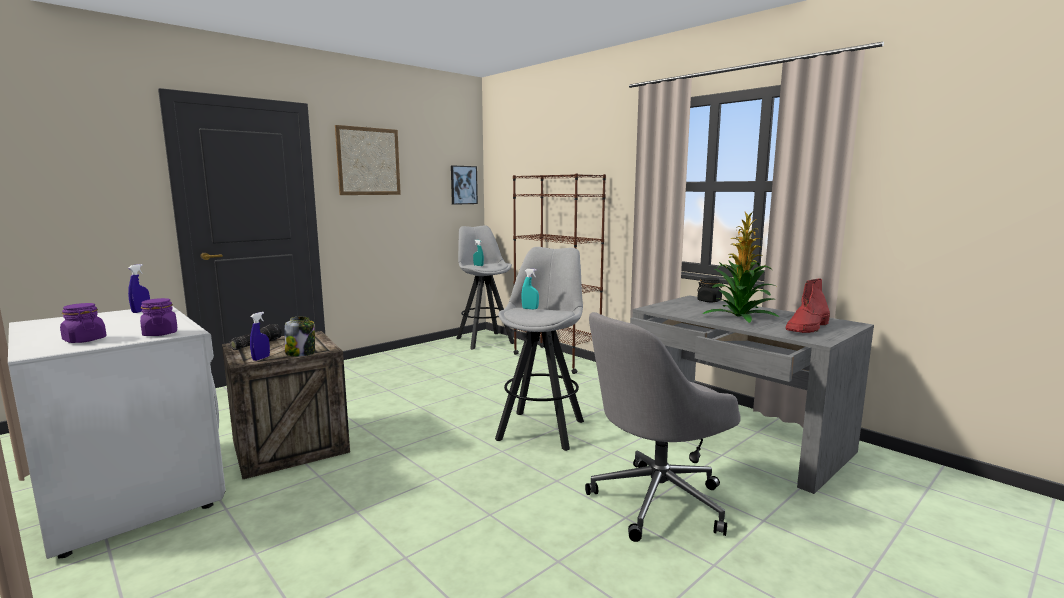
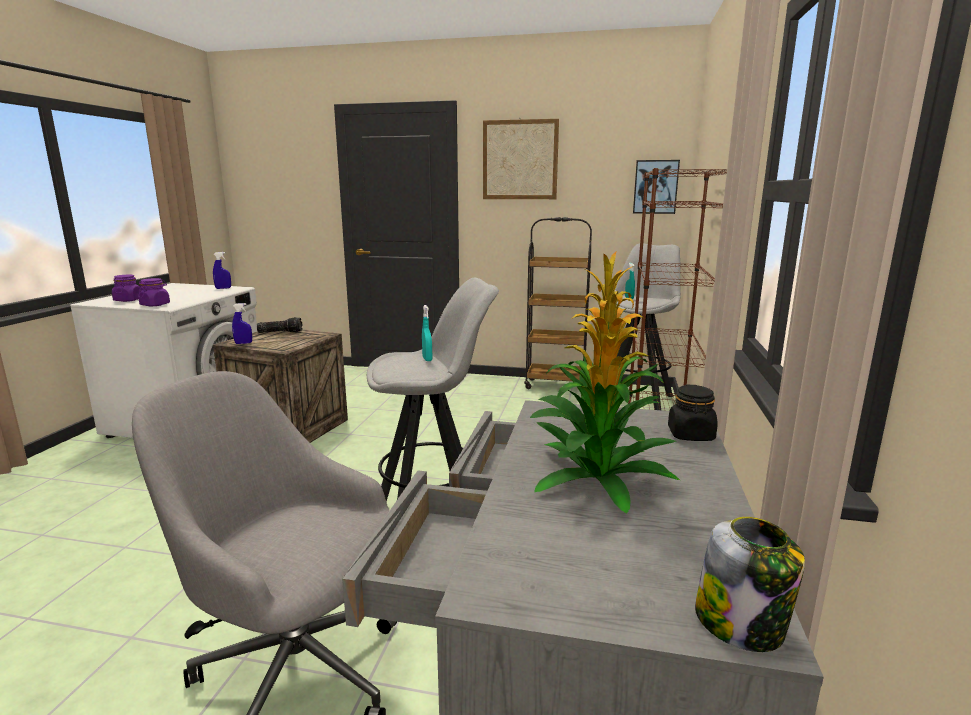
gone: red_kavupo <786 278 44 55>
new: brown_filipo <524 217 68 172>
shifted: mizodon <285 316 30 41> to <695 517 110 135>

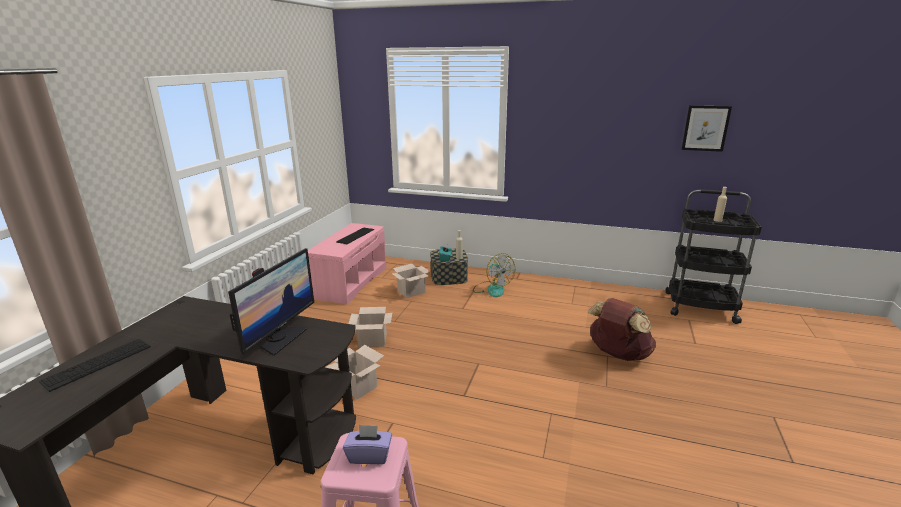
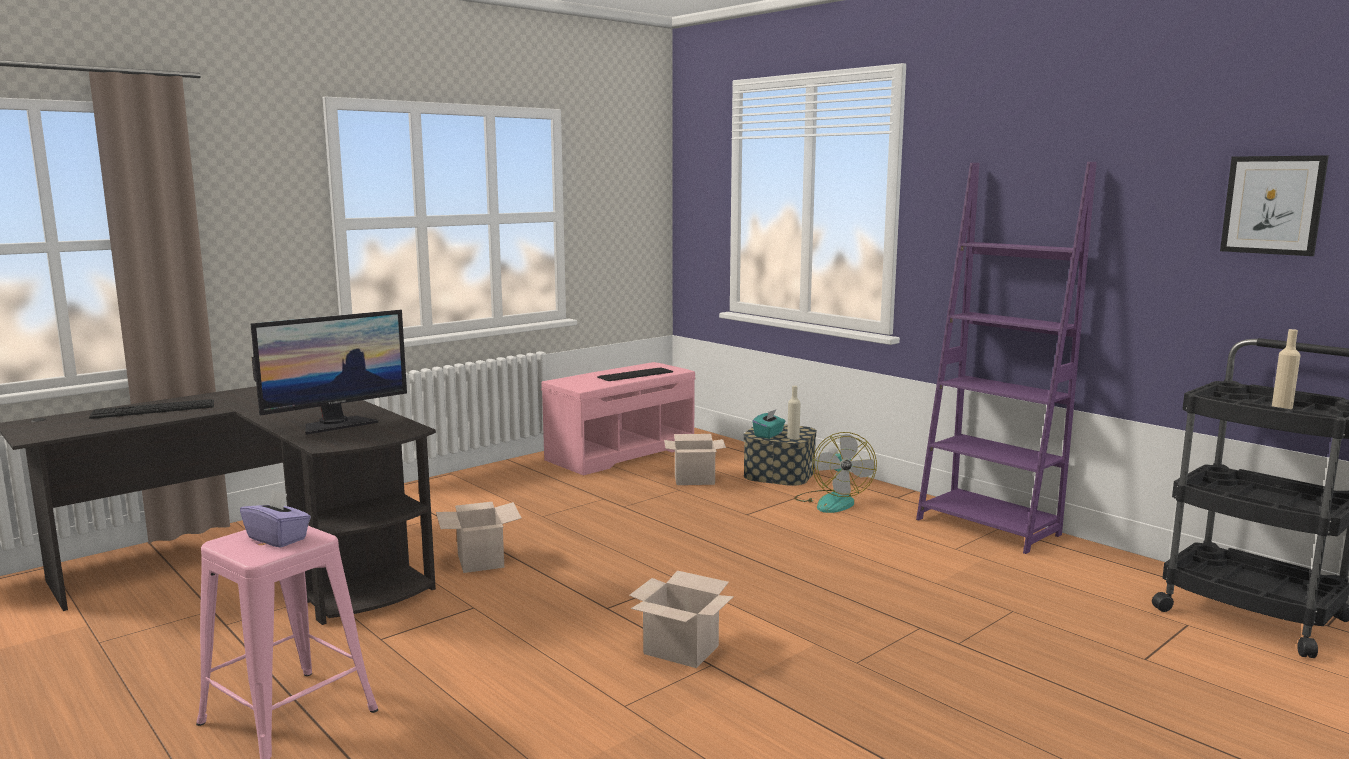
gone: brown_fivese <588 298 68 63>
new: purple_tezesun <916 162 181 392>
shifted: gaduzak <348 307 44 40> to <629 571 105 97>

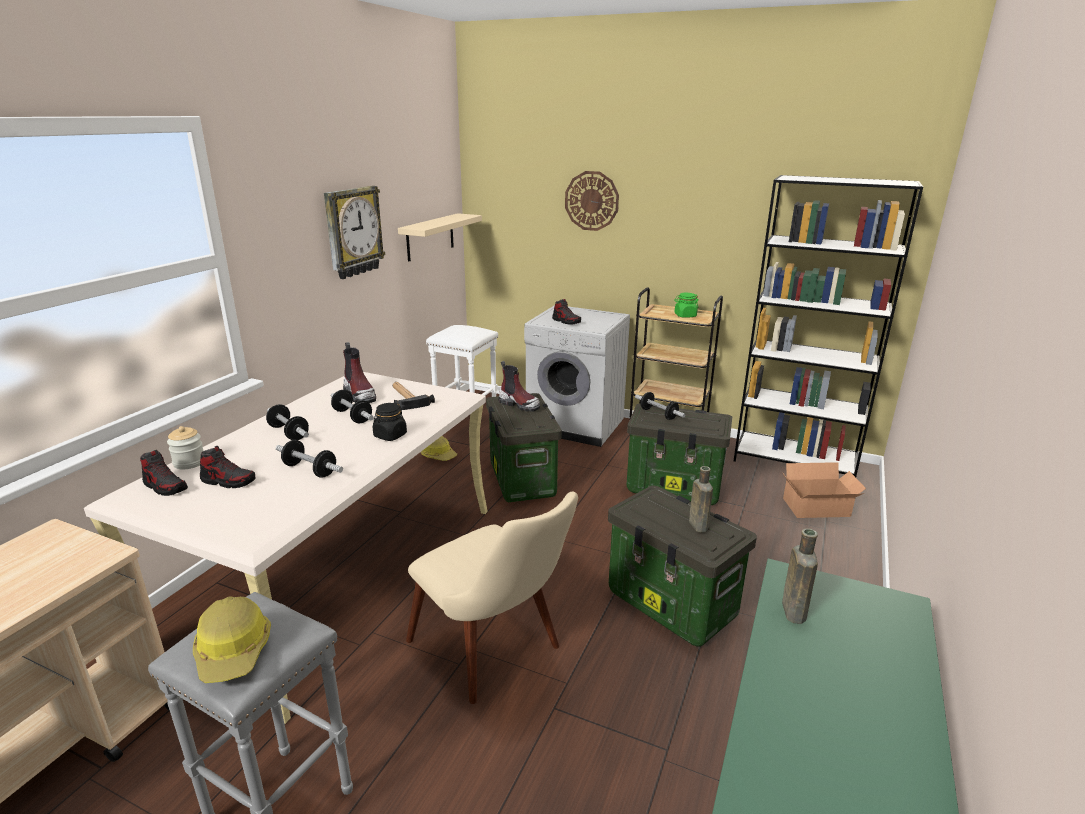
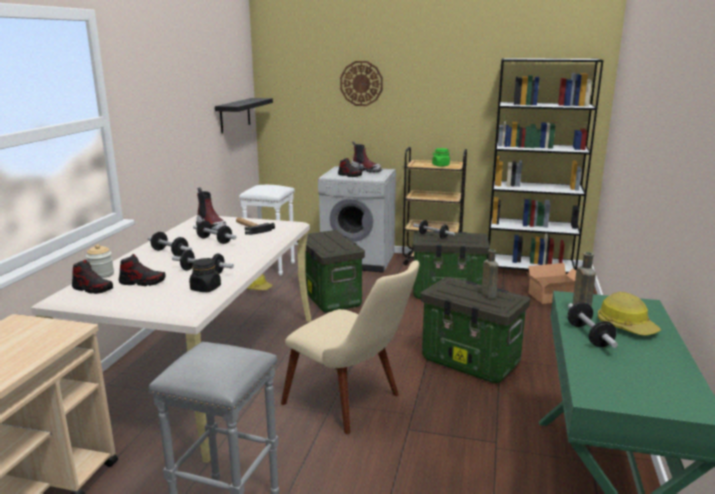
gone: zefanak <324 186 61 93>
new: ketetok <568 302 50 46>
shifted: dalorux <193 597 78 86> to <598 292 63 44>; black_mizodon <373 402 34 39> to <189 258 32 34>; kavupo <498 361 42 51> to <351 141 31 32>
repainted: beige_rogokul <398 213 84 49> to black_rogokul <215 98 58 36>

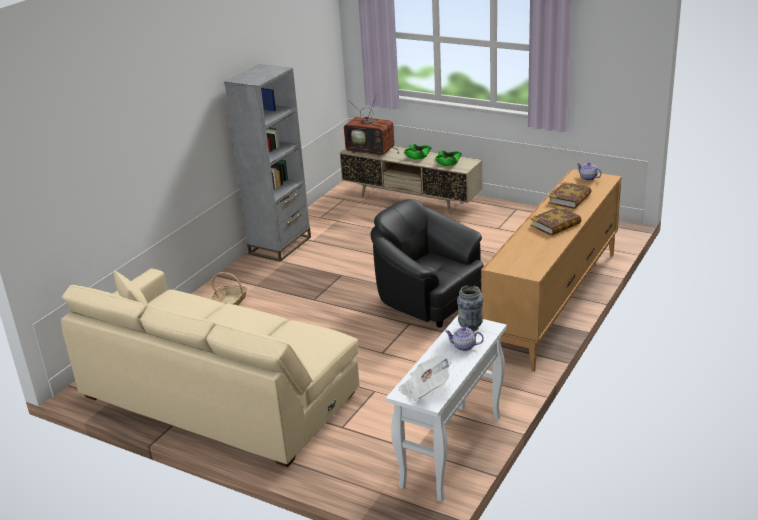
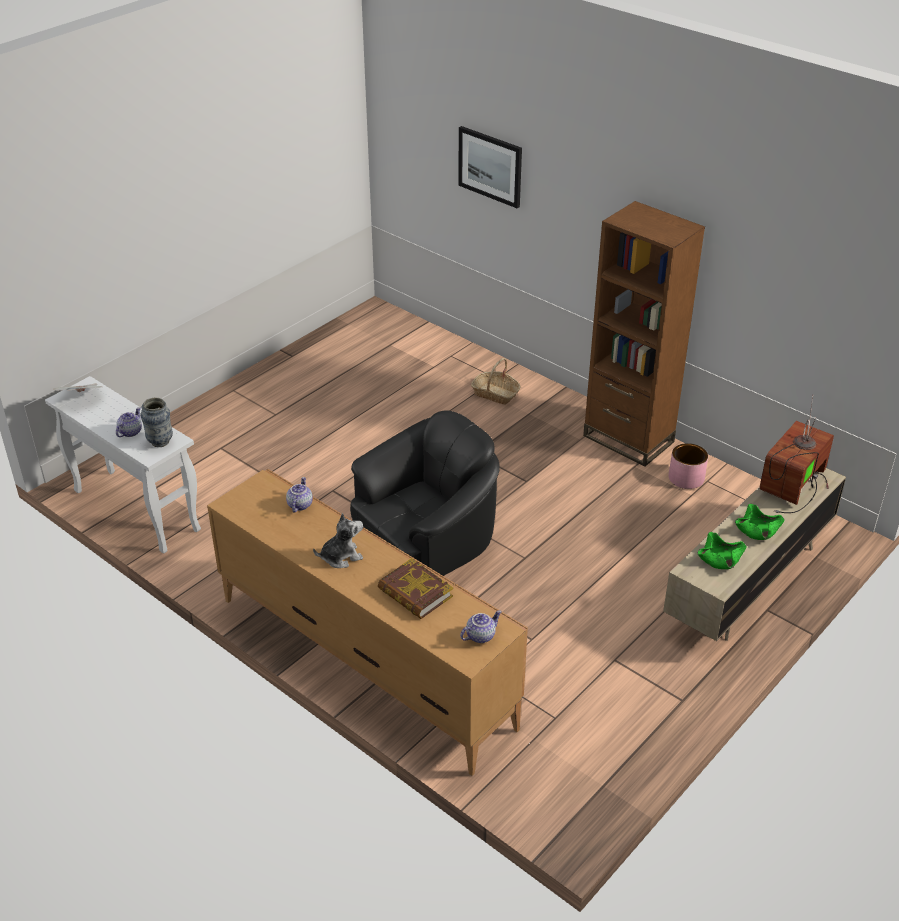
gone: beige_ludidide <61 269 299 198>
new: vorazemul <286 477 27 36>; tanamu <458 126 64 82>; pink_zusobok <669 443 39 46>
swapped: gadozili <530 206 52 30> to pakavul <313 513 50 55>
repainted: grey_tezesun <224 64 87 198> to brown_tezesun <583 201 122 265>

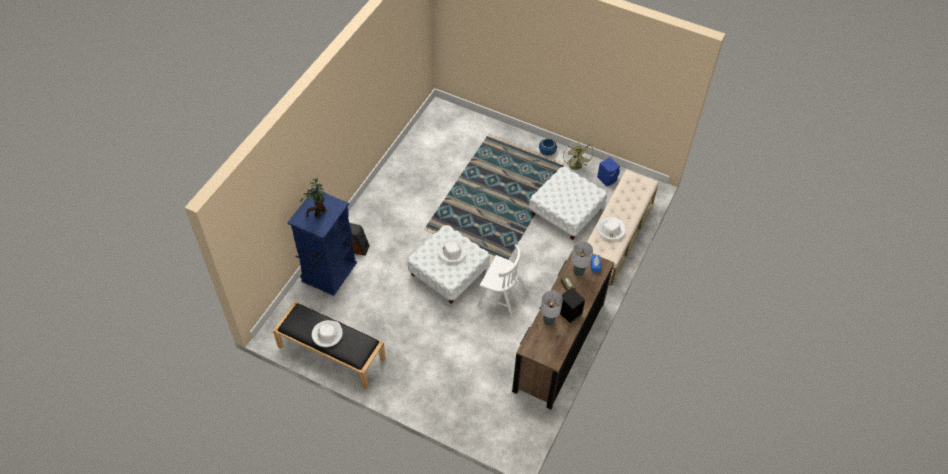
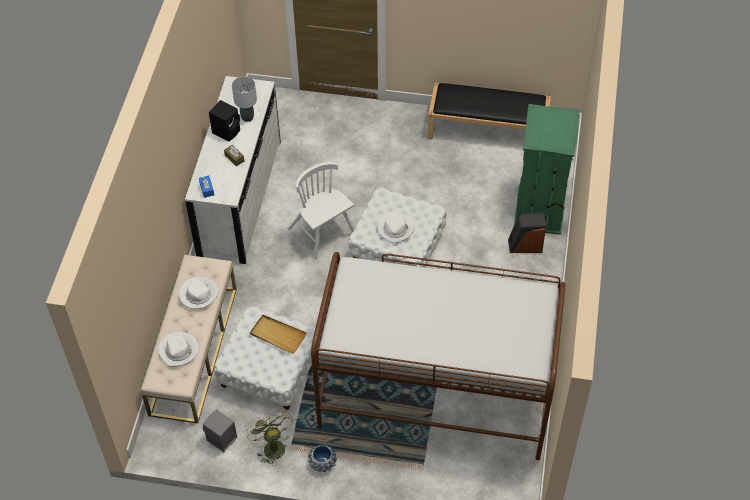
gone: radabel <300 178 27 40>; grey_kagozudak <571 241 22 35>
new: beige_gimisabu <250 315 57 39>; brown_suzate <311 252 254 208>
shifted: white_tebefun <312 320 31 27> to <159 332 40 35>
repainted: blue_tezesun <287 188 70 108> to green_tezesun <514 104 66 131>; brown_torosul <512 250 102 159> to white_torosul <185 76 96 188>; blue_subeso <597 157 23 29> to grey_subeso <203 409 34 43>
rotated: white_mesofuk <477 244 52 77> = <288 162 66 98> 45 degrees clockwise

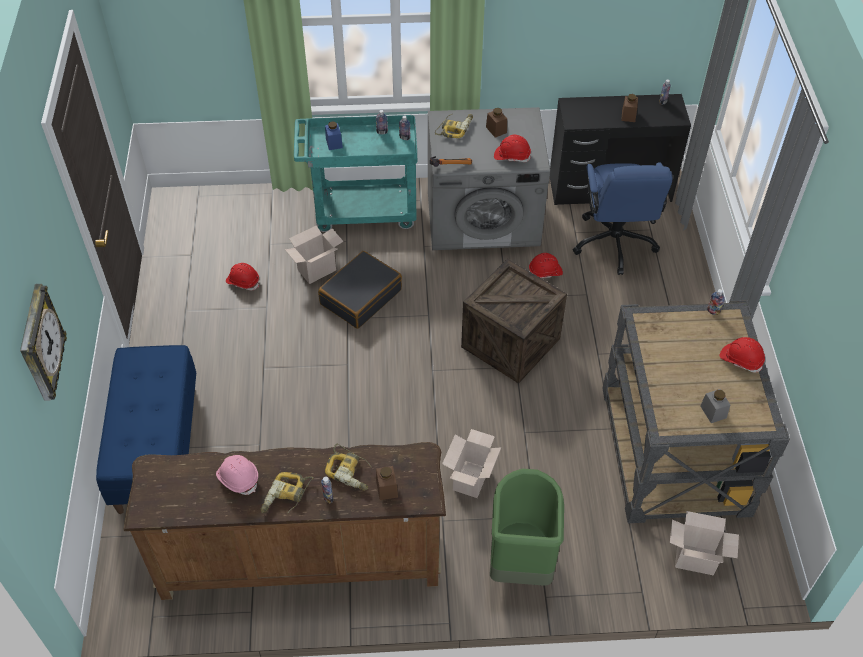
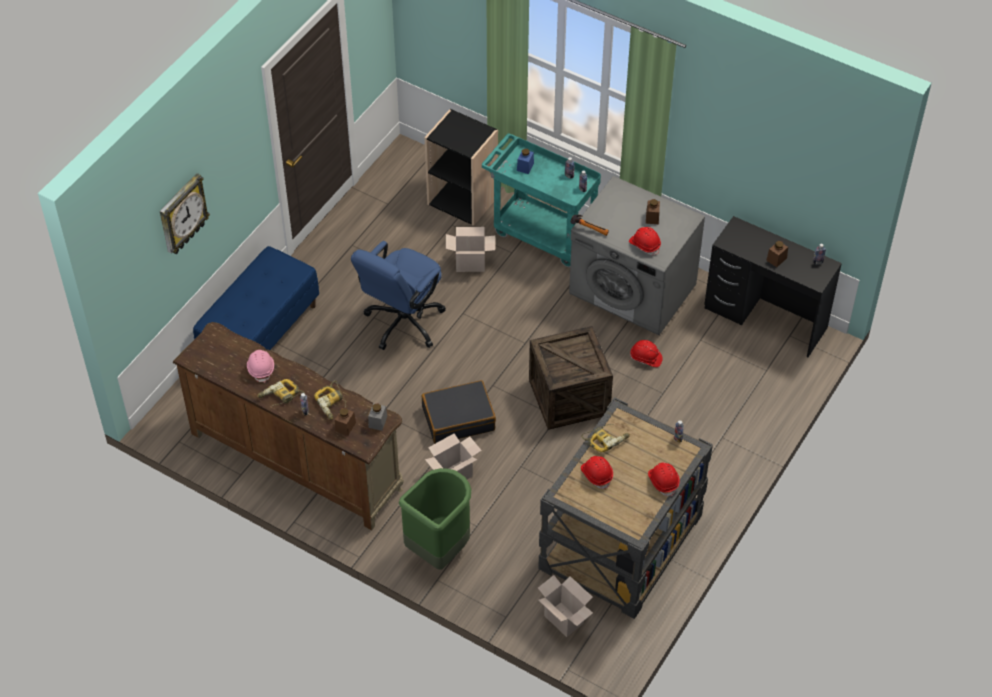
new: black_tezesun <425 109 73 117>
shifted: red_dalorux <226 263 33 27> to <581 456 32 33>; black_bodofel <318 251 84 78> to <422 380 74 64>; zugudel <435 114 38 24> to <581 424 49 28>; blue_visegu <573 162 99 113> to <351 241 95 109>; grey_mizodon <700 389 30 34> to <368 403 19 28>

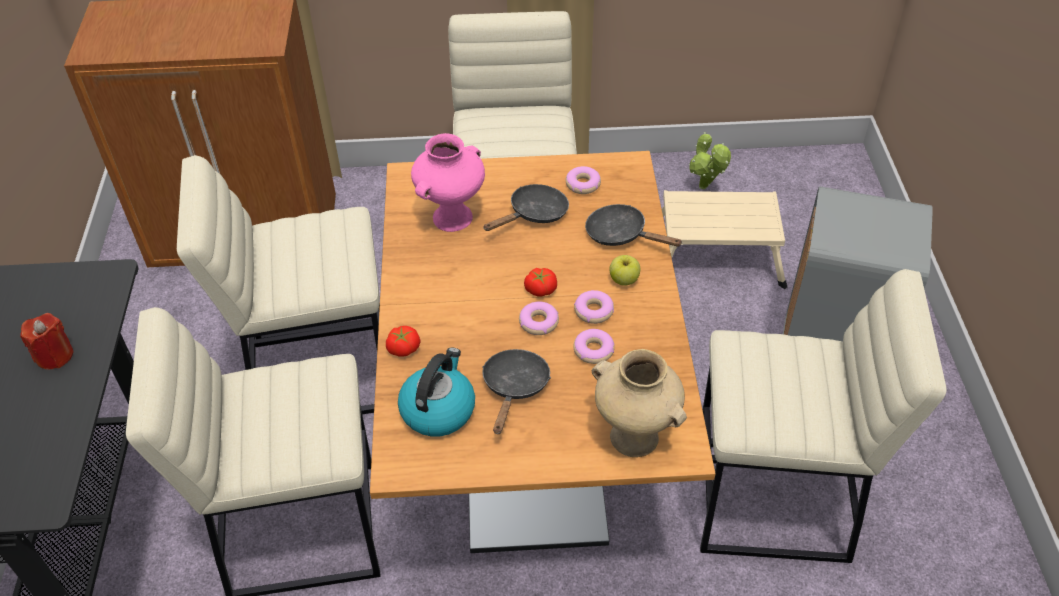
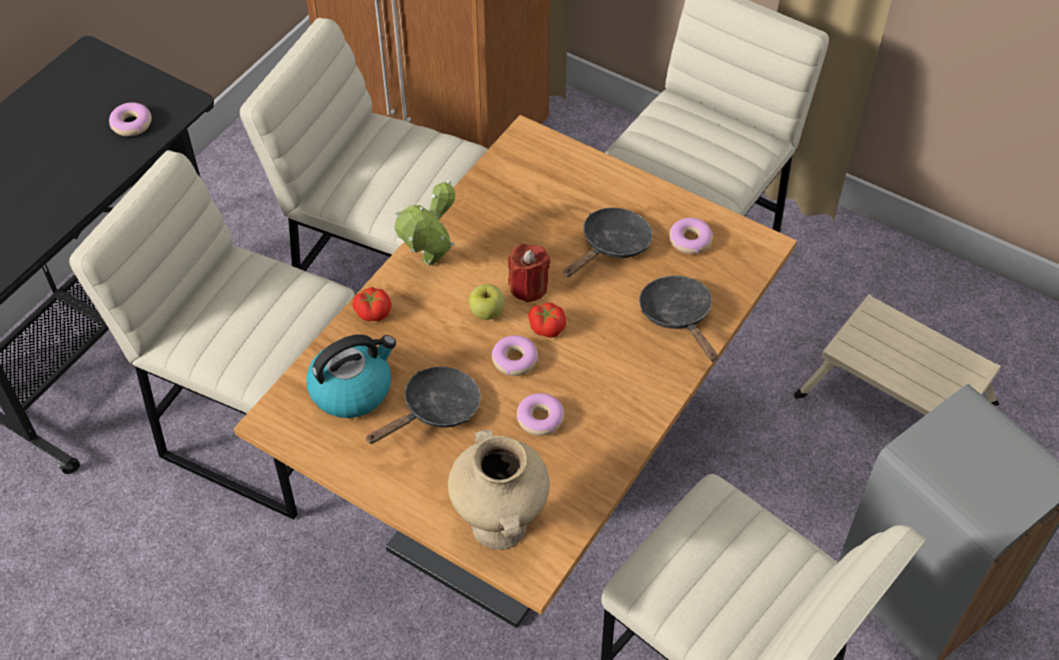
gone: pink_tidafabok <411 133 74 99>
shifted: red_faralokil <20 313 53 56> to <508 244 42 58>; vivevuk <574 290 40 34> to <109 102 43 34>; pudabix <609 255 32 31> to <469 284 36 36>; radabel <689 132 42 57> to <395 180 60 86>
rotated: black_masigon <483 184 86 47> = <563 208 90 69> 45 degrees counterclockwise

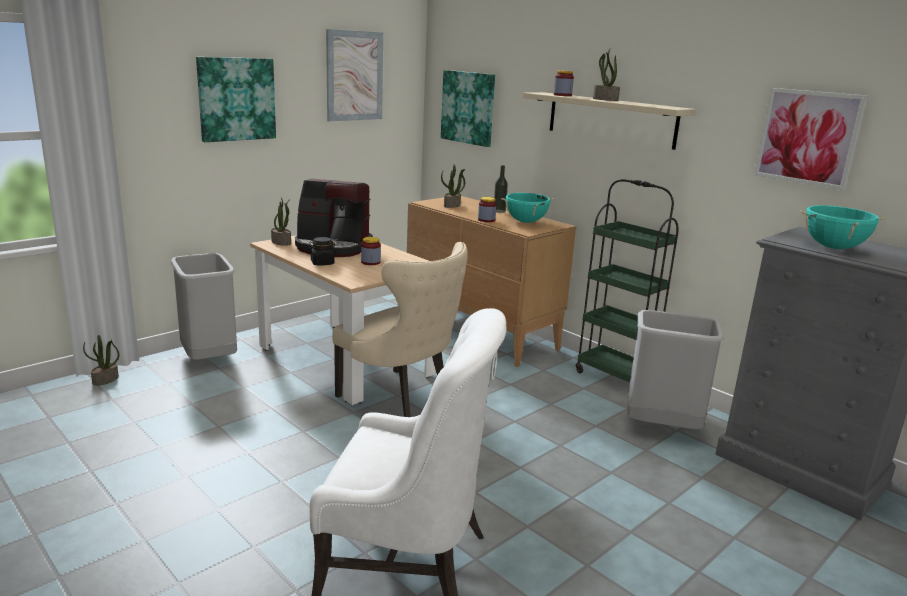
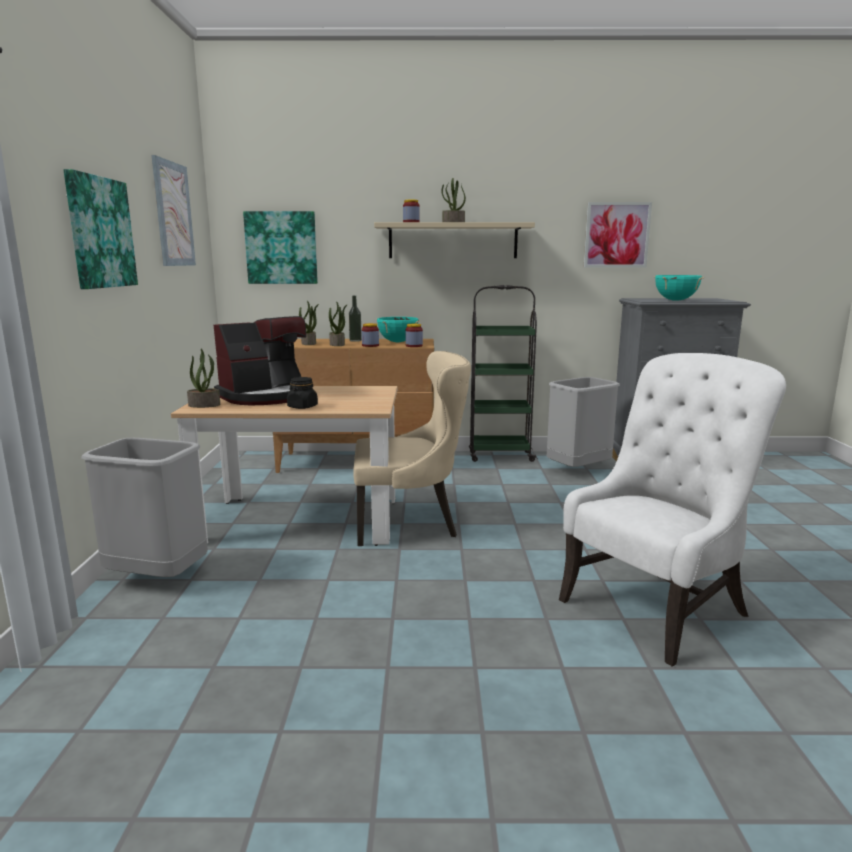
shifted: radabel <83 335 37 51> to <329 301 18 45>; mizodon <361 237 20 28> to <405 324 18 23>

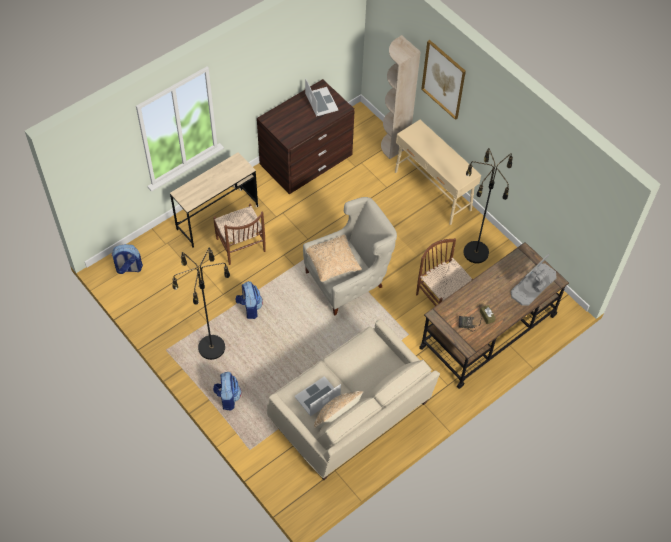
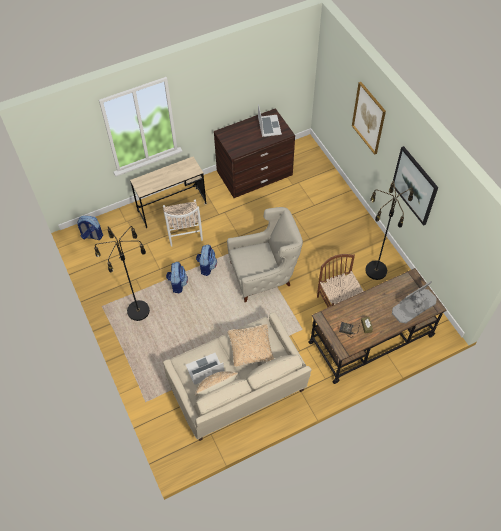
gone: beige_tezesun <381 35 40 124>; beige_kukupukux <395 120 86 105>
new: tanamu <393 146 45 80>
shifted: fivese <213 372 28 39> to <196 245 21 31>; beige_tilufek <305 234 57 48> to <227 324 47 43>
repainted: brown_mesofuk <213 204 53 61> to white_mesofuk <163 200 40 47>

